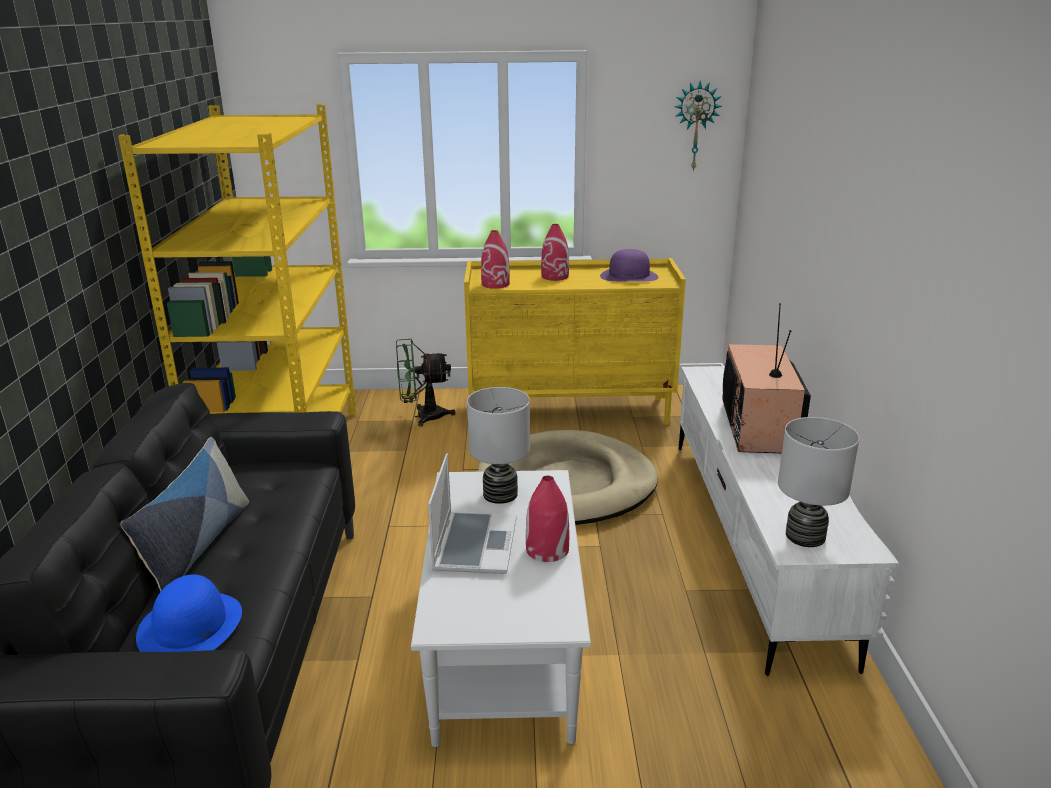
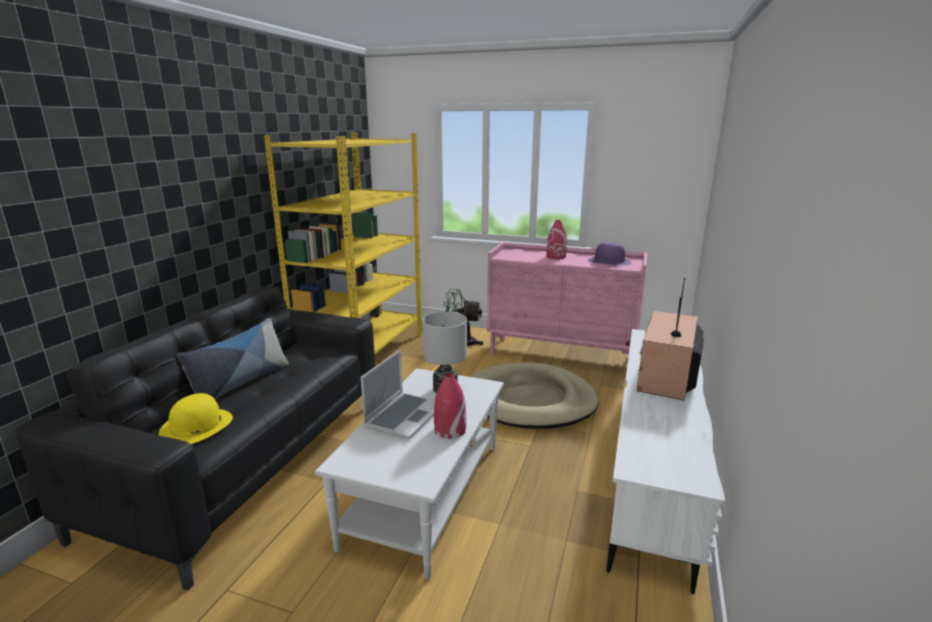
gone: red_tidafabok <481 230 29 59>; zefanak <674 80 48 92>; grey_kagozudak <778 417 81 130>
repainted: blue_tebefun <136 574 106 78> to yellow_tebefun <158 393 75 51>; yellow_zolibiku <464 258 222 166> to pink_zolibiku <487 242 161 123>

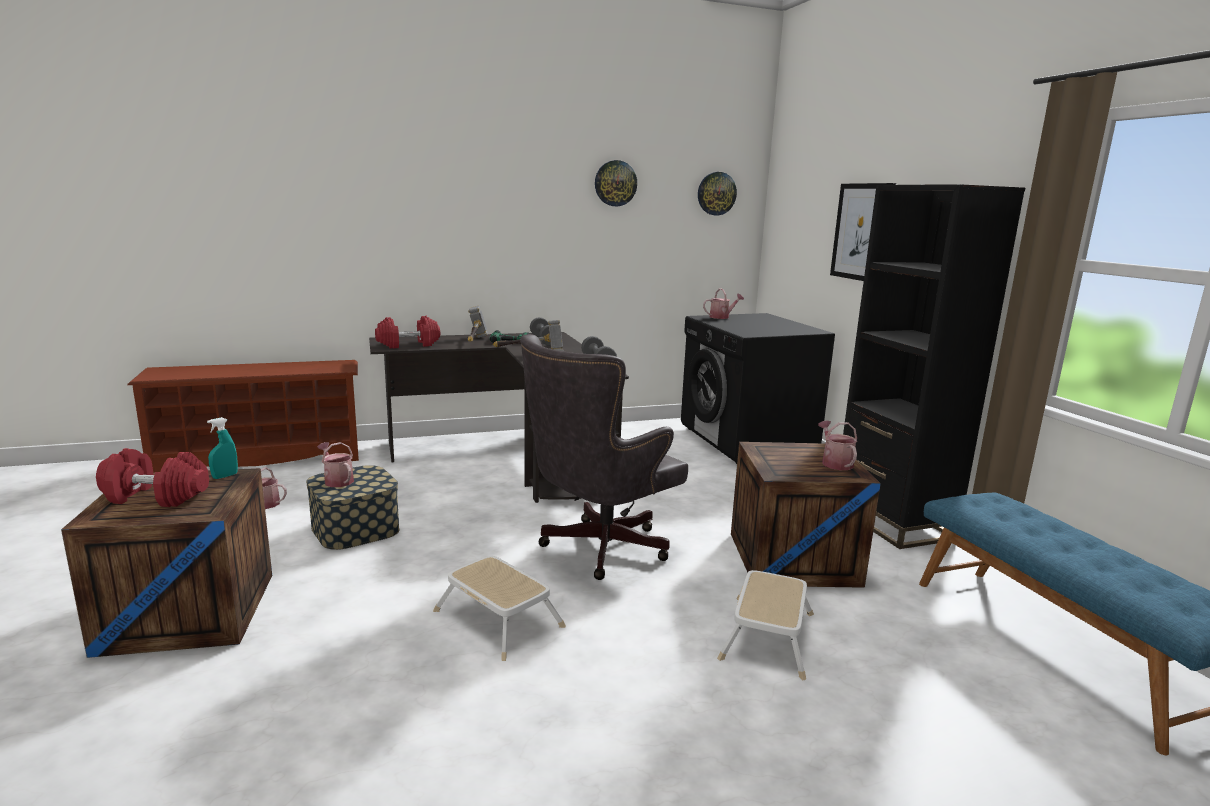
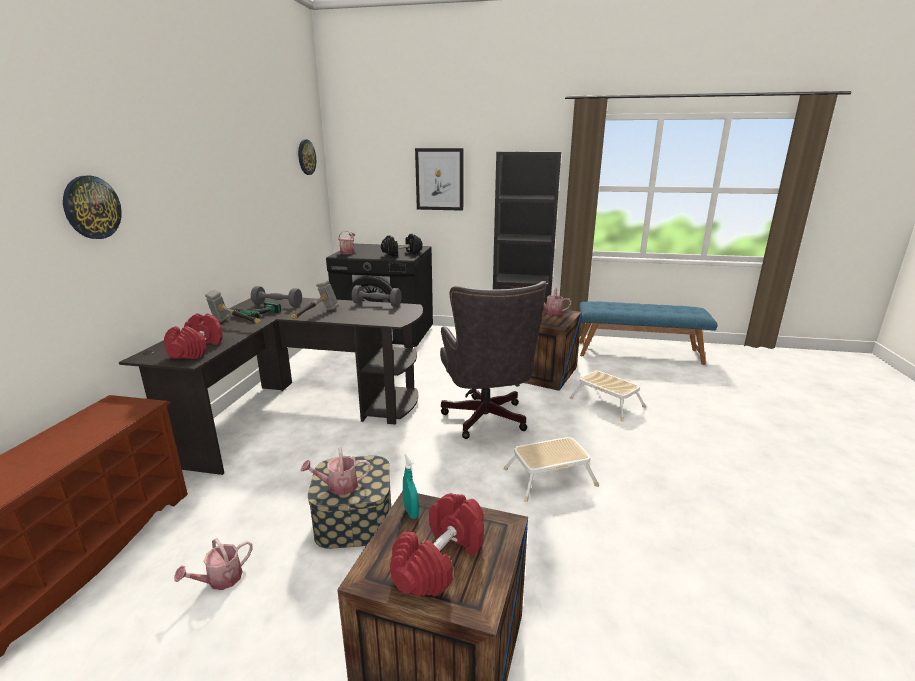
new: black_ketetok <381 234 42 23>
shifted: zefanak <595 160 42 46> to <63 176 59 63>

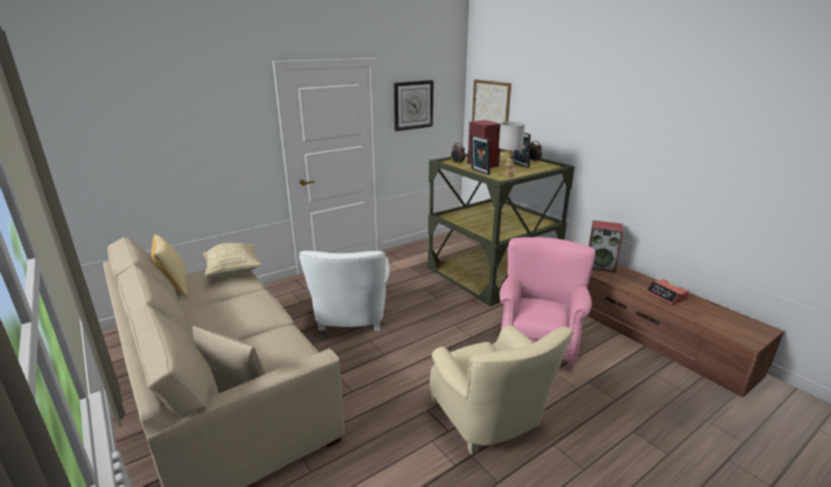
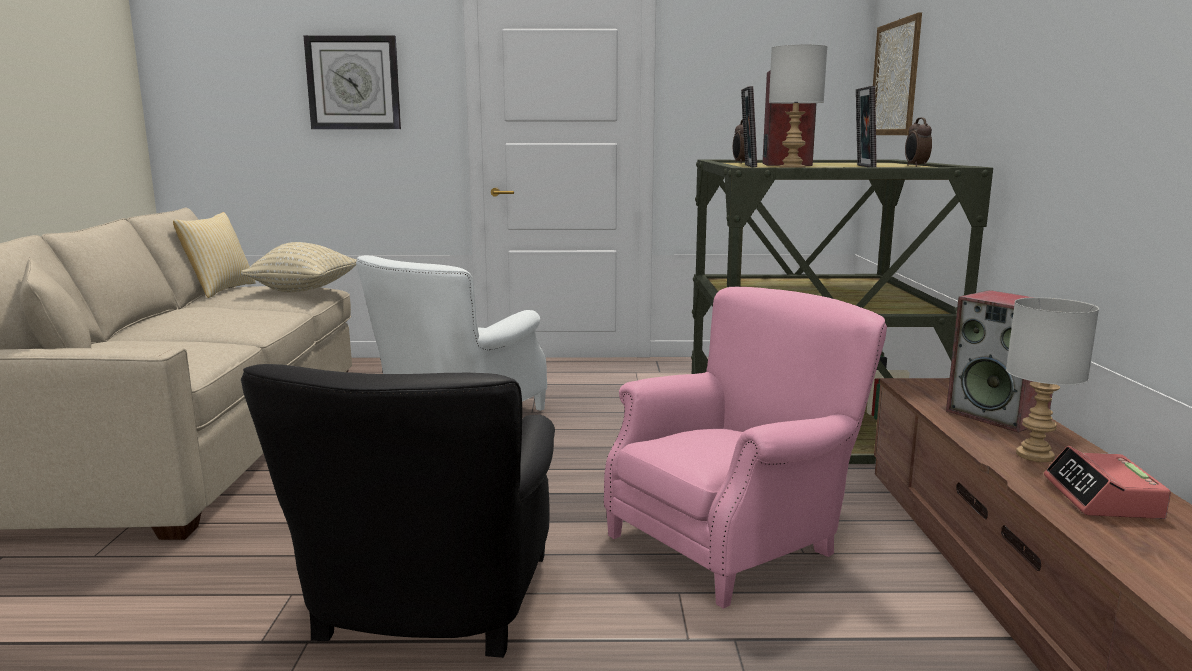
new: grey_kagozudak <1006 297 93 165>
shifted: zefanak <394 80 40 51> to <303 35 98 94>
repainted: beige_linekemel <430 325 143 130> to black_linekemel <241 364 314 294>

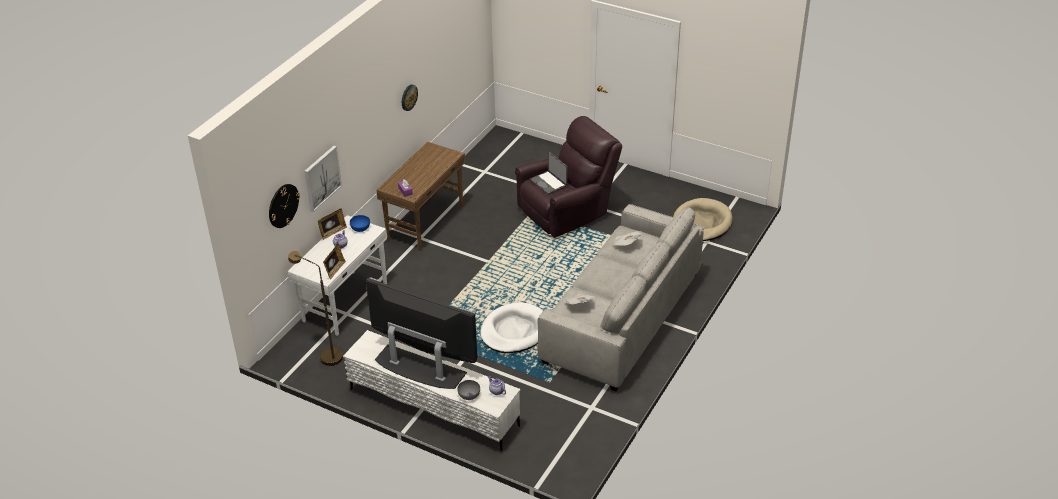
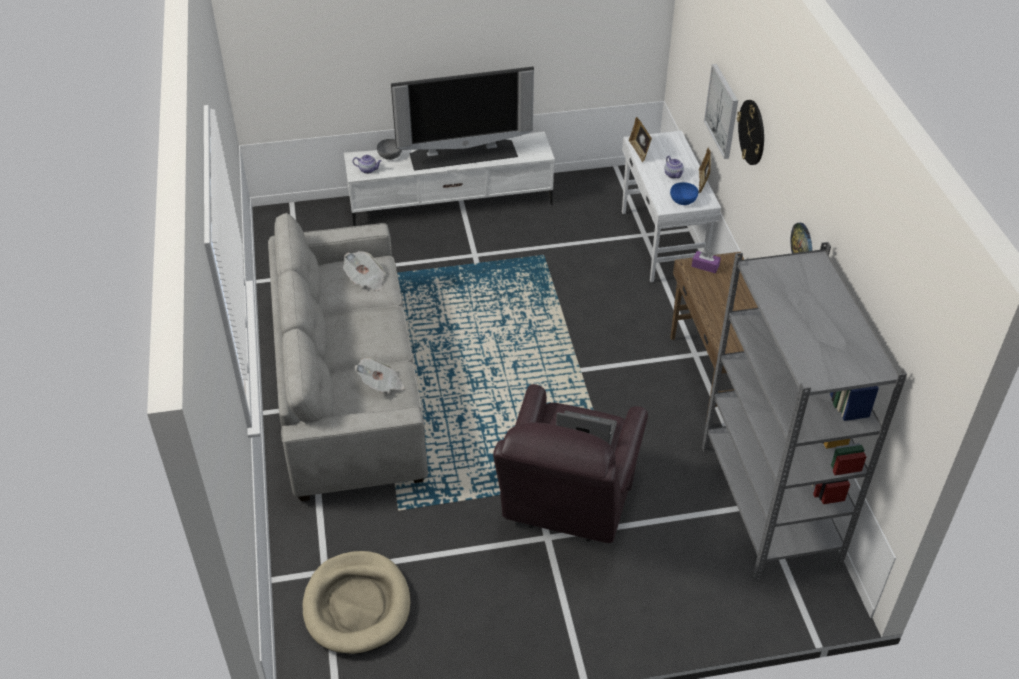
gone: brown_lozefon <288 251 55 115>; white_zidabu <480 302 63 51>
new: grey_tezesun <702 242 205 339>
shifted: zefanak <269 184 31 44> to <737 100 27 65>

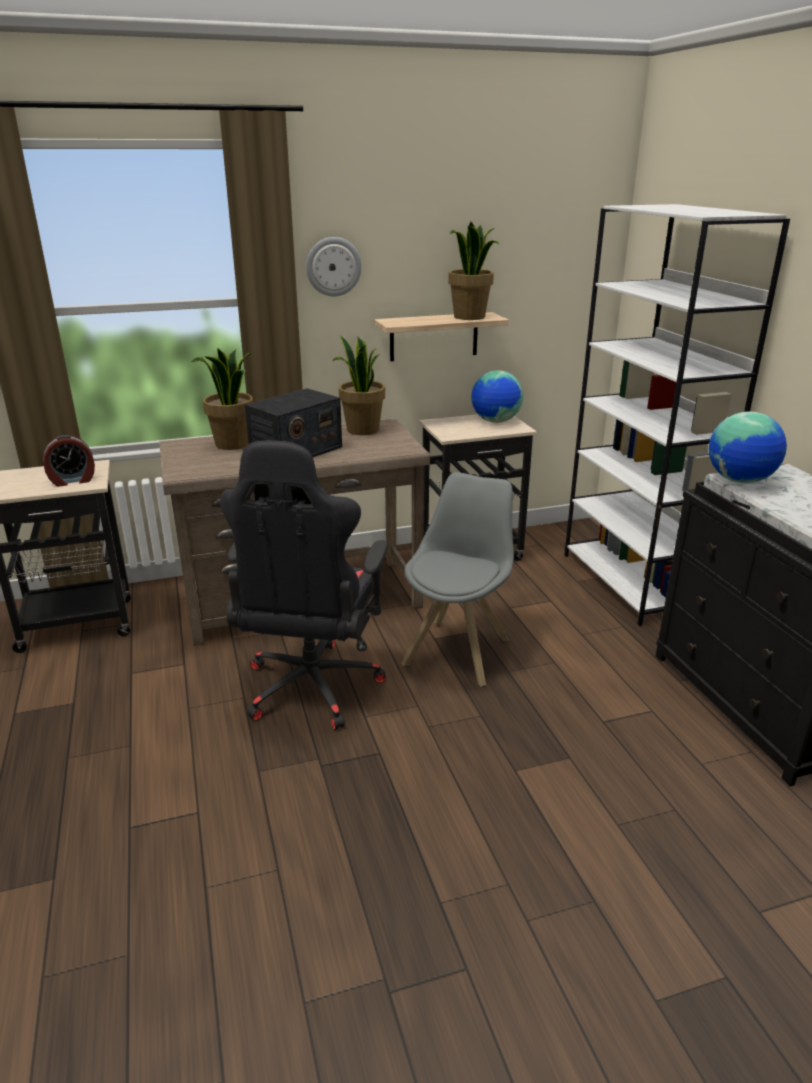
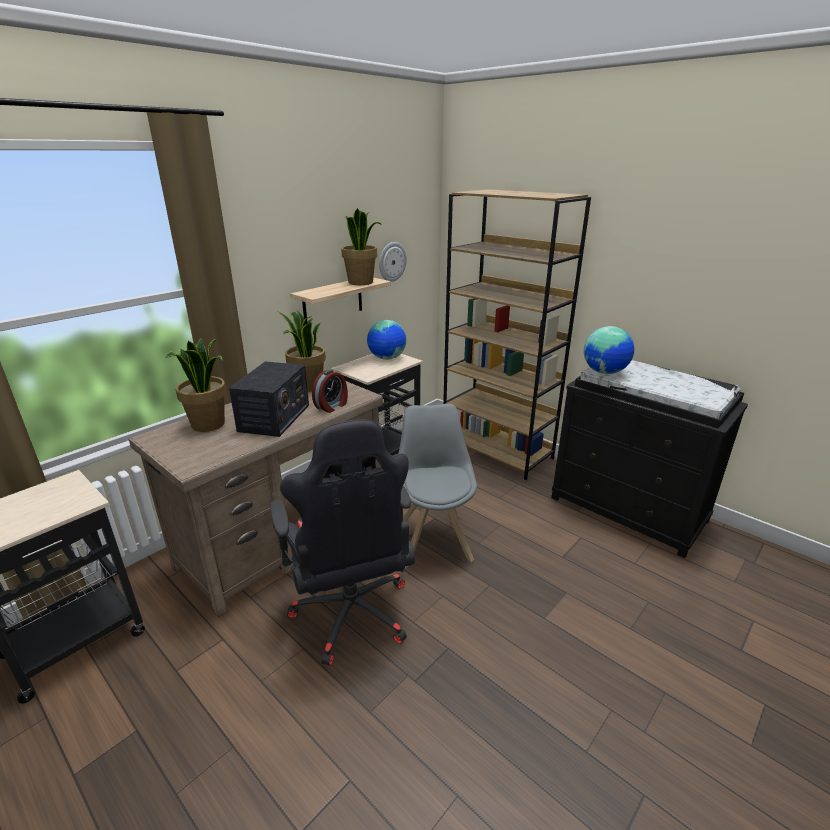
shifted: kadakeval <43 435 52 52> to <312 370 36 43>; zefanak <306 237 56 59> to <379 242 28 40>
repainted: white_tezesun <564 204 226 422> to brown_tezesun <443 189 148 291>

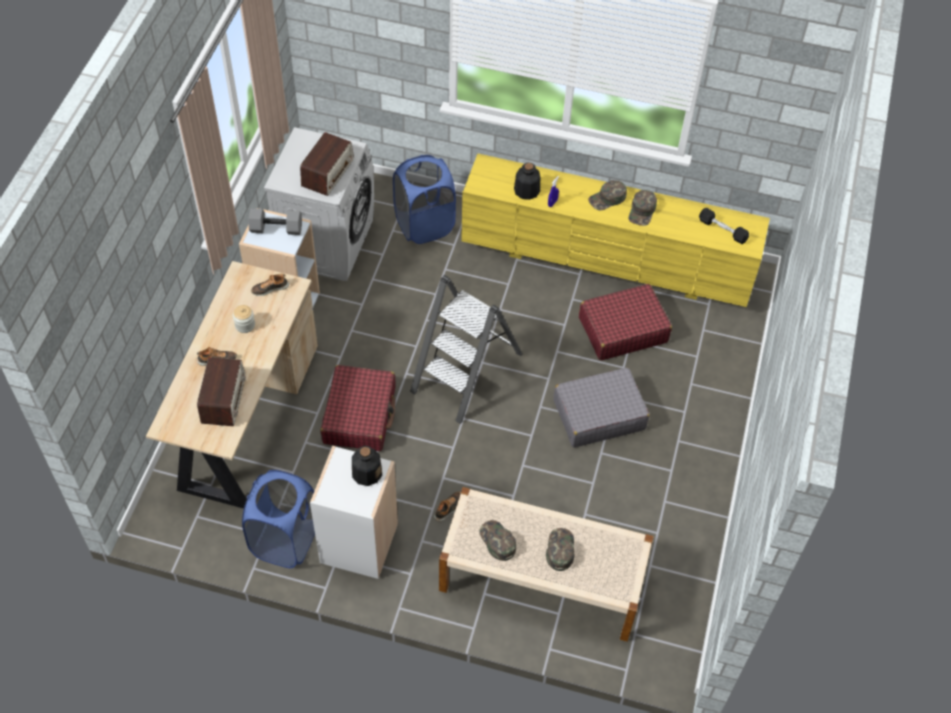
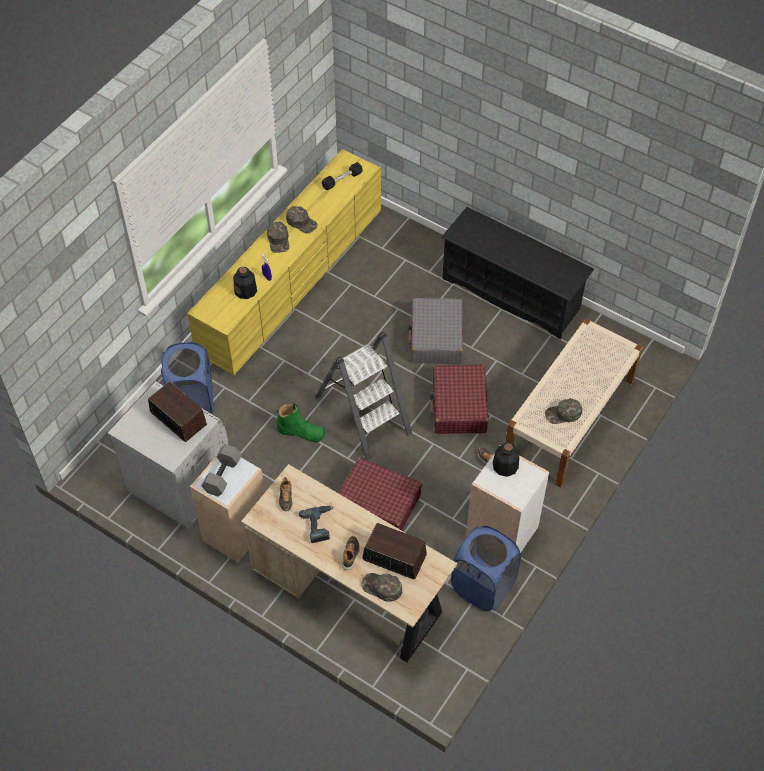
new: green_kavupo <276 403 49 39>; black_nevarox <441 207 153 132>
shifted: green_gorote <546 528 28 43> to <362 573 40 29>; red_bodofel <579 284 93 76> to <430 365 58 69>
swapped: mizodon <233 305 22 28> to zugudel <299 506 35 37>

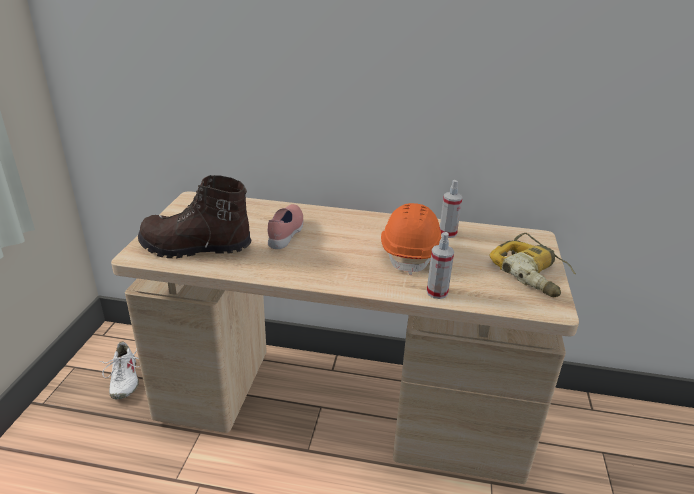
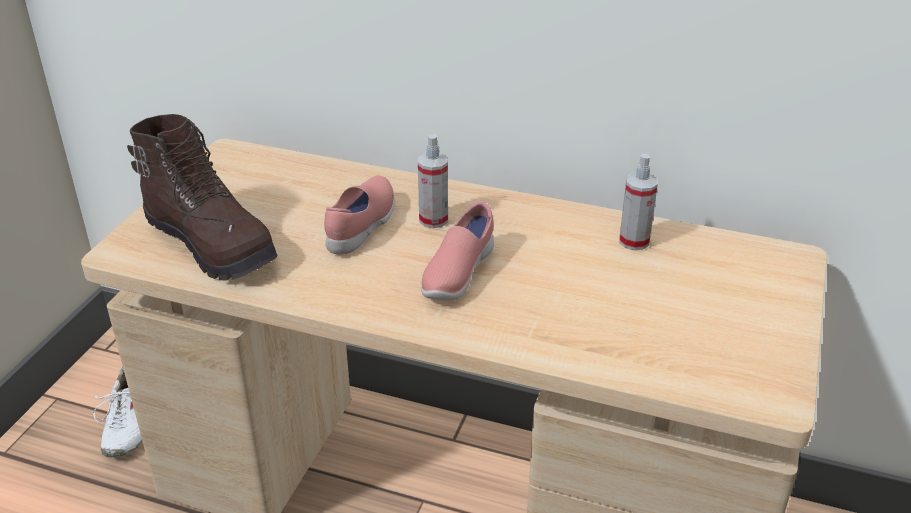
gone: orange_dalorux <381 203 60 72>; zugudel <489 233 87 64>
new: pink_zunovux <421 201 73 100>
shifted: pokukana <427 232 27 67> to <418 134 30 94>
rotated: brown_kavupo <138 175 114 83> = <127 114 151 166> 150 degrees counterclockwise

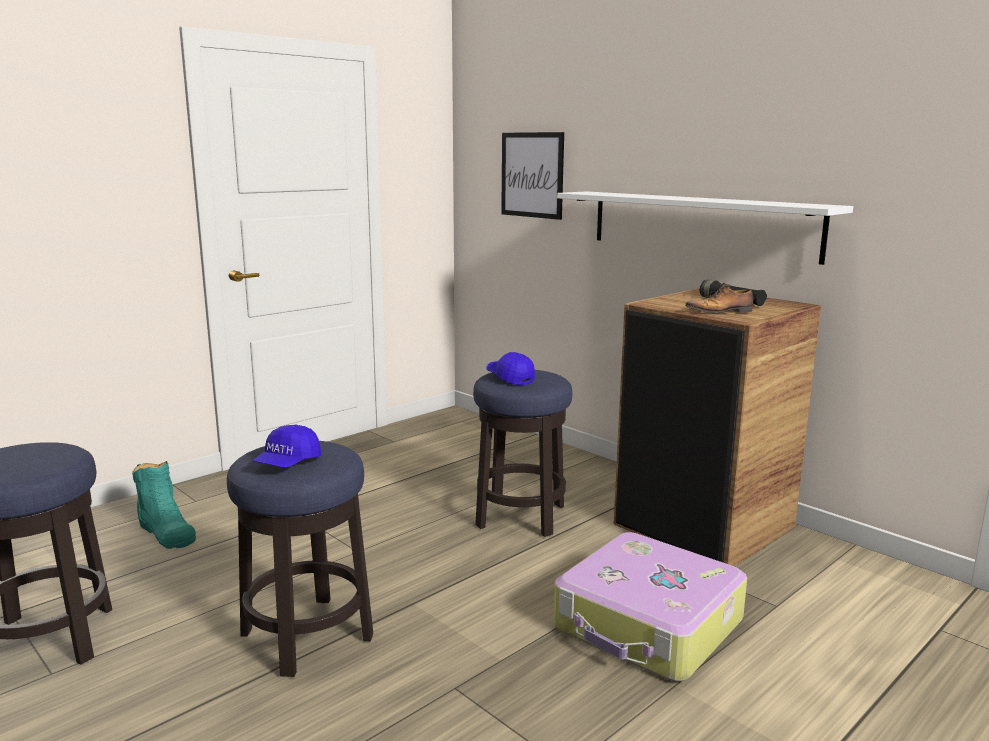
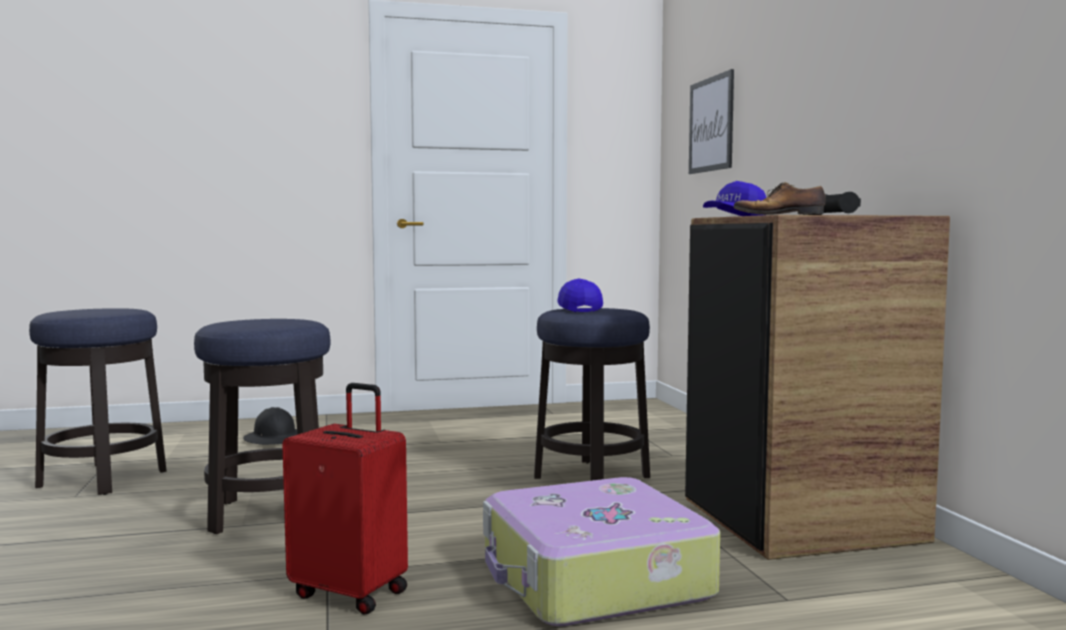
gone: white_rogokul <557 191 296 74>
new: red_bodofel <282 383 126 232>
shifted: blue_gorote <252 425 69 42> to <703 181 63 35>
swapped: turquoise_kavupo <132 461 64 88> to black_dalorux <243 407 54 38>

